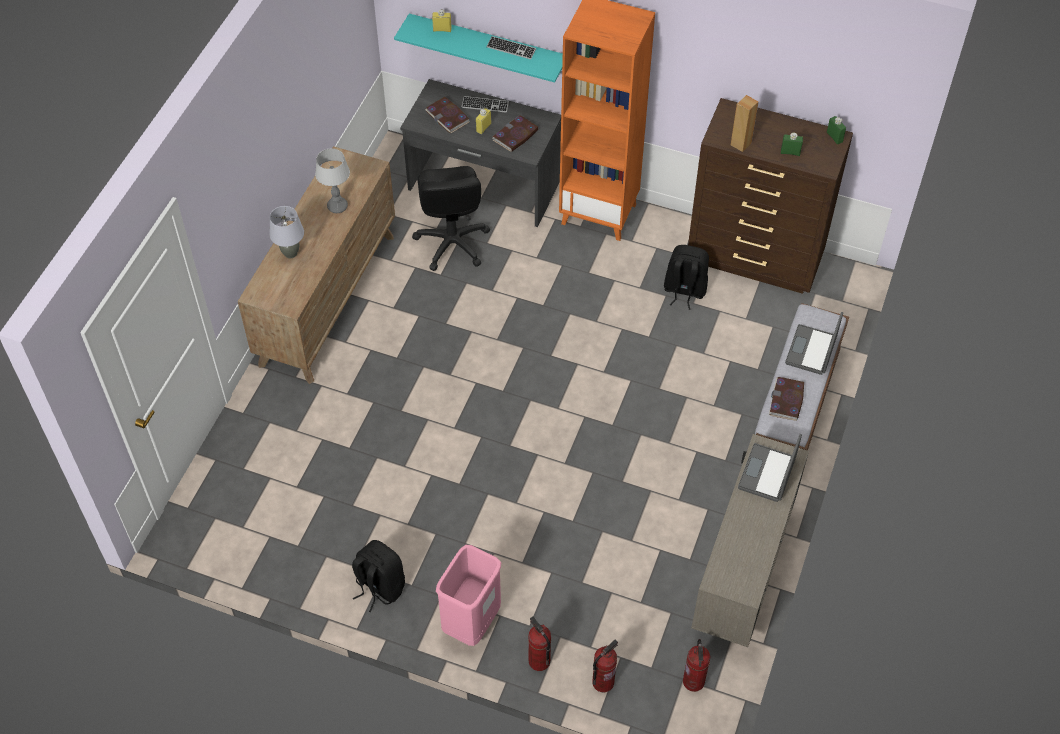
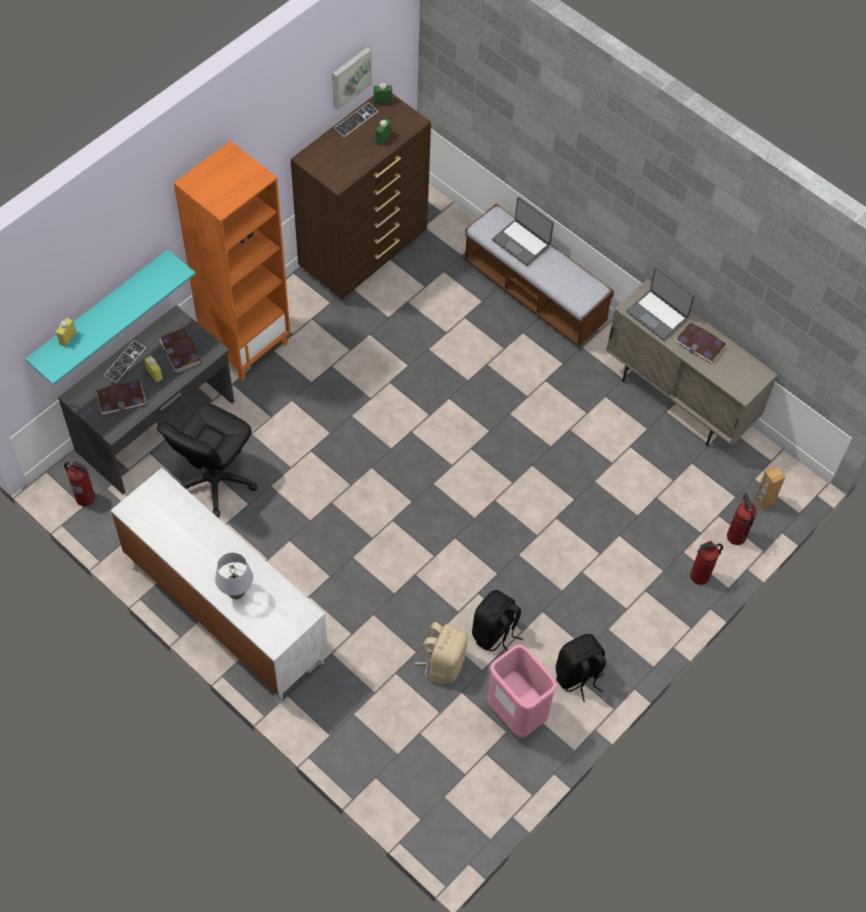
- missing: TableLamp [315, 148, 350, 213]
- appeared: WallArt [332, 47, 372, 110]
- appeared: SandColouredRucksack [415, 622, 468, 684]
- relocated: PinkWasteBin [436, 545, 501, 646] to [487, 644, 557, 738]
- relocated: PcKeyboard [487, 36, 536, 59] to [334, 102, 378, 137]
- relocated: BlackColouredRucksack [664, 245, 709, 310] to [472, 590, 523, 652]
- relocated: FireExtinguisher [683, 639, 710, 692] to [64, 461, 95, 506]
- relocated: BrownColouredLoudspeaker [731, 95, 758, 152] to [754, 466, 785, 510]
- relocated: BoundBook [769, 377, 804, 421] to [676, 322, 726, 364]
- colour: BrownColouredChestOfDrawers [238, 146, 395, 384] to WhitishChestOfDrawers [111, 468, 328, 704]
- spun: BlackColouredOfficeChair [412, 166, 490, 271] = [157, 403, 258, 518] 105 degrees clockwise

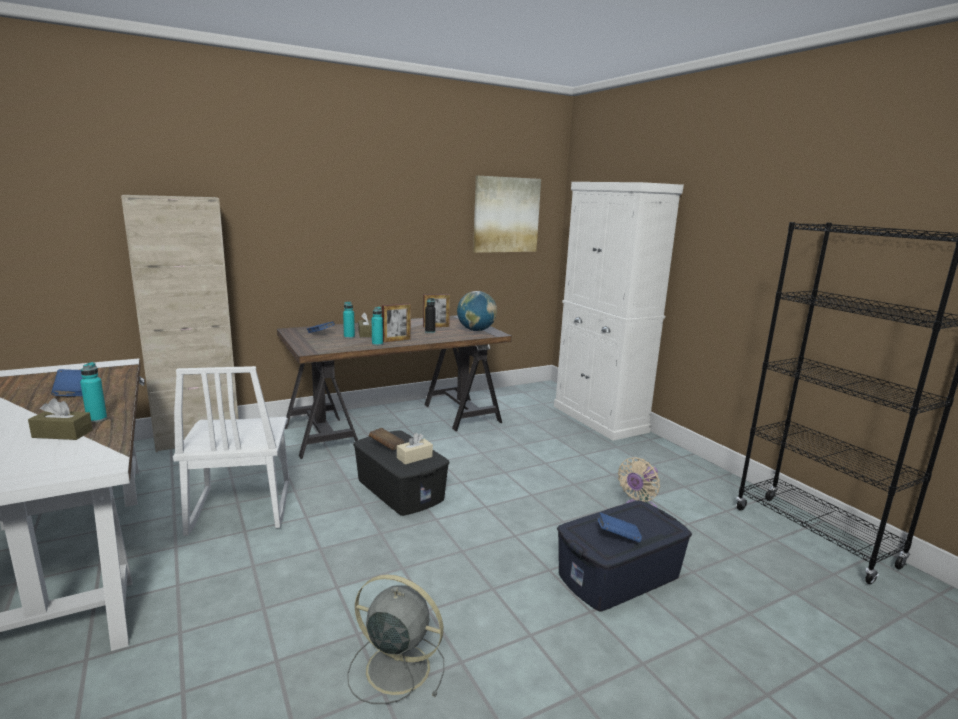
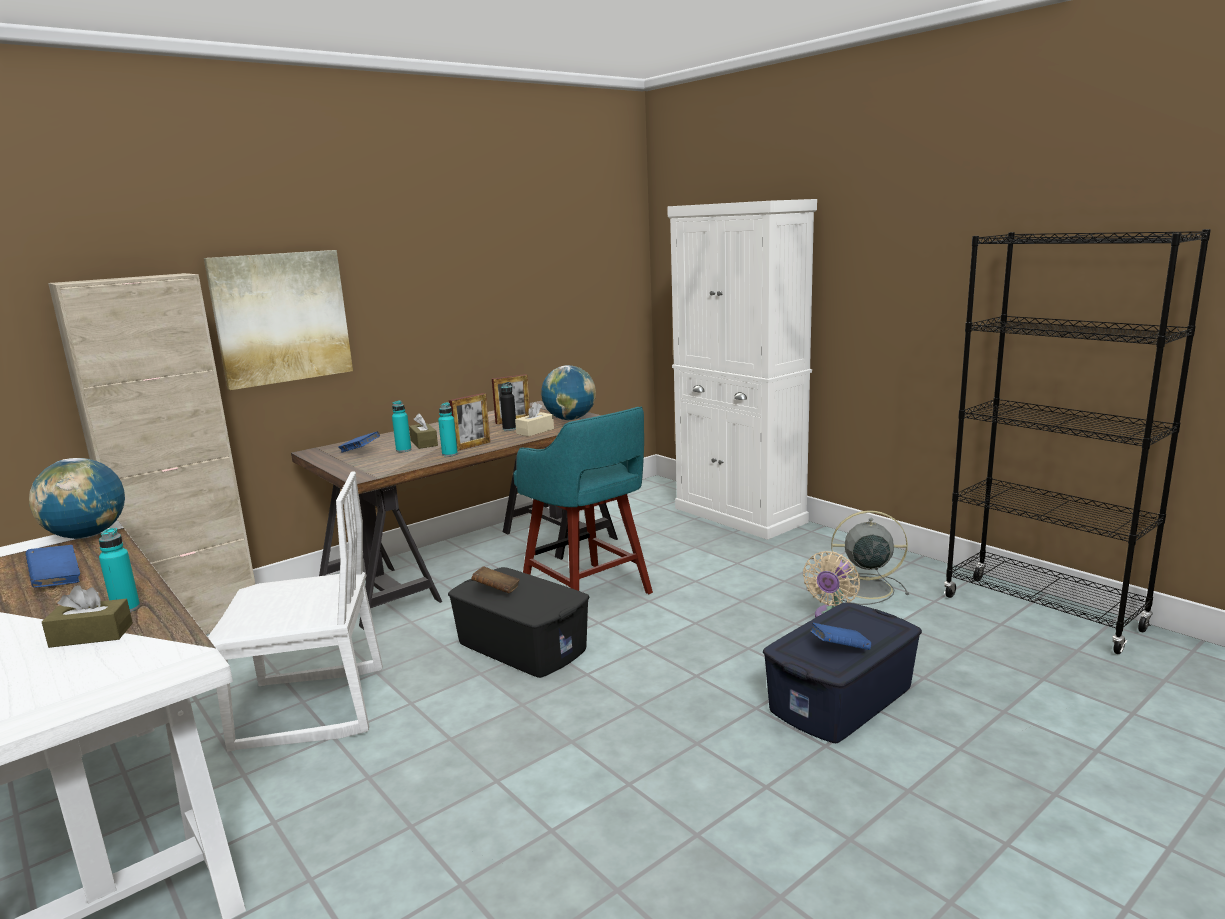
- appeared: DeskGlobe [29, 458, 125, 539]
- appeared: BlueGreenStool [513, 407, 653, 594]
- relocated: GreyishElectricFan [347, 574, 444, 704] to [831, 511, 909, 605]
- relocated: SandColouredTissueHolder [397, 433, 433, 465] to [515, 402, 554, 437]
- relocated: WallArt [473, 176, 541, 253] to [204, 250, 353, 390]
- spun: WhitishPlainChair [173, 366, 290, 536] = [208, 471, 383, 752] 75 degrees counterclockwise

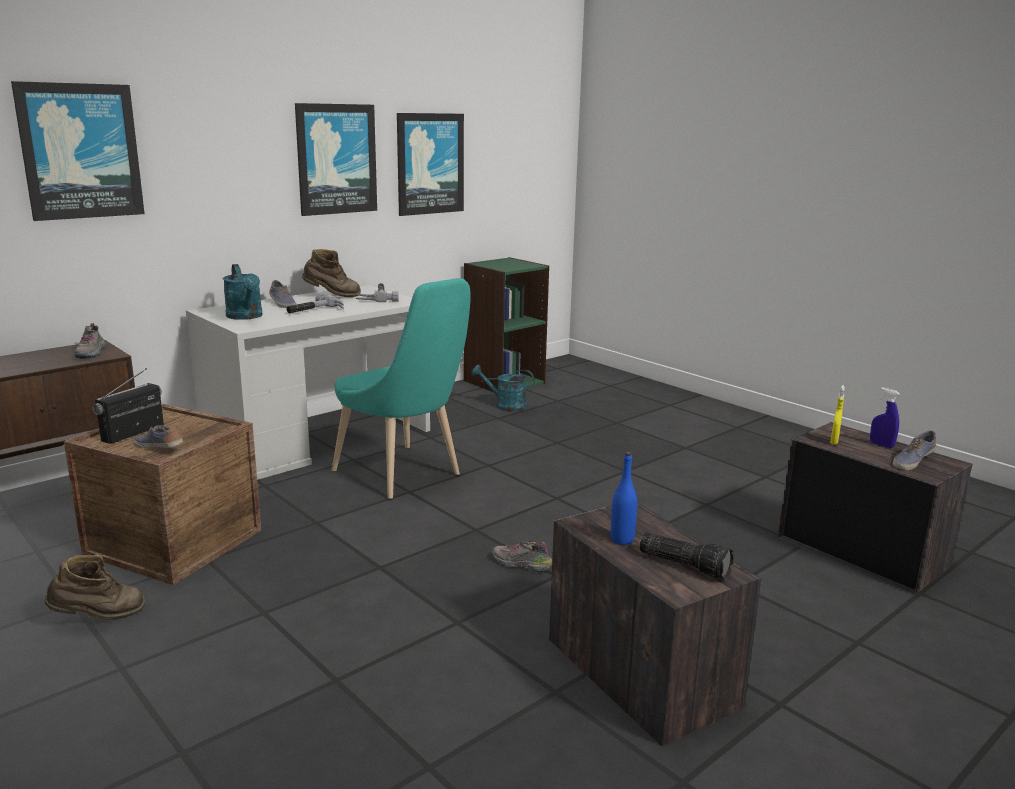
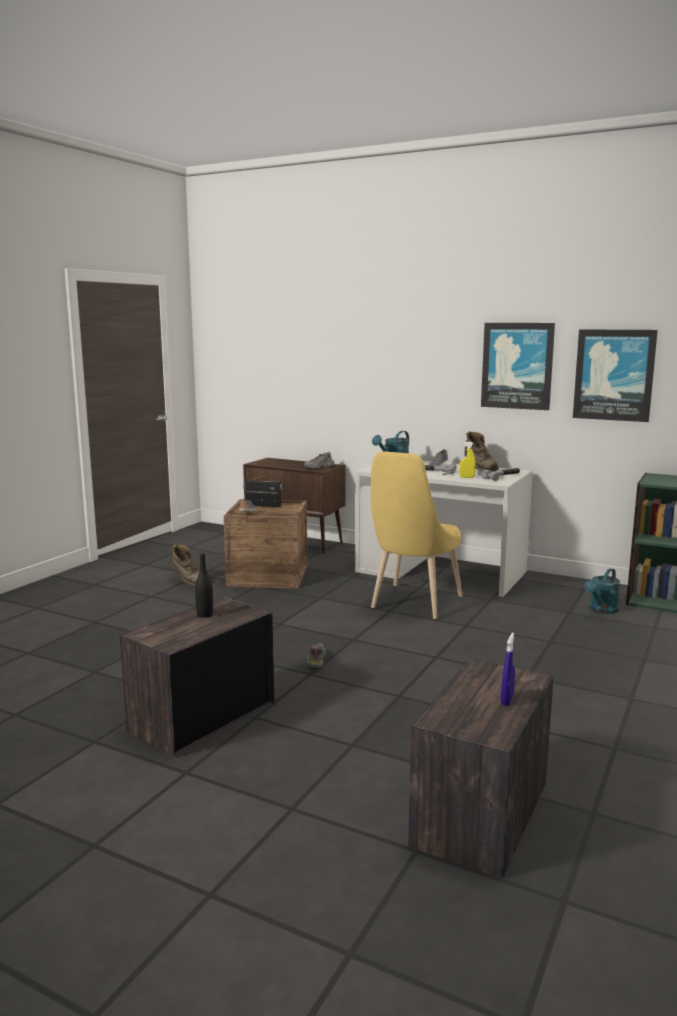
- missing: WallArt [11, 81, 145, 221]
- missing: Flashlight [640, 533, 734, 579]
- missing: LowShoe [893, 430, 936, 470]
- relocated: YellowColouredHandSprayer [830, 385, 845, 445] to [459, 441, 476, 478]
- colour: BlueGreenPlainChair [332, 278, 471, 499] to YellowColouredPlainChair [371, 452, 463, 619]
- colour: BlueDrinkBottle [611, 452, 637, 545] to BlackColouredDrinkBottle [195, 552, 213, 618]
- spun: BlueGreenWateringCan [471, 365, 535, 412] = [584, 568, 620, 614] 135 degrees counterclockwise

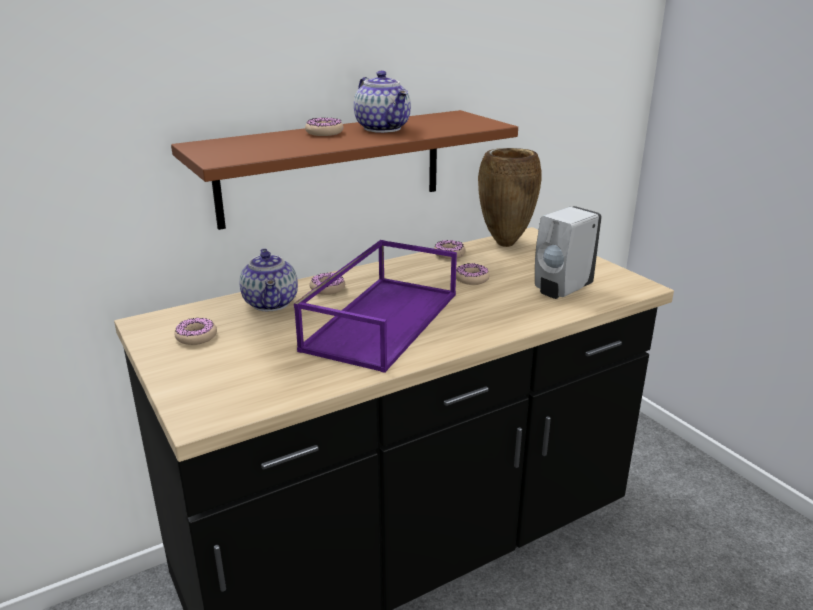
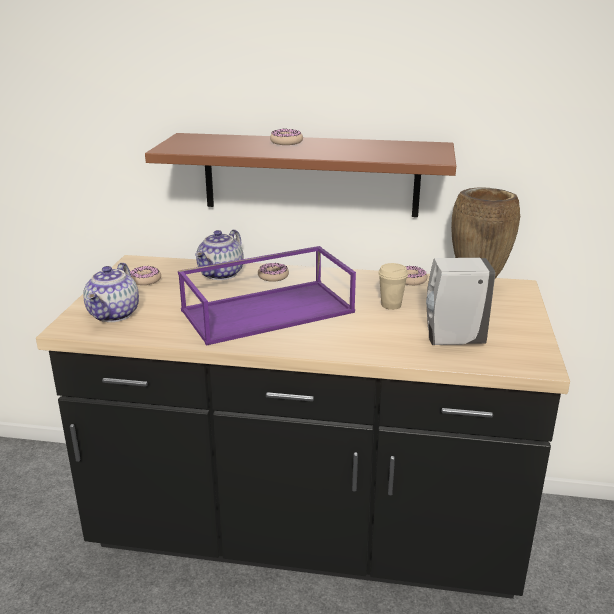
- relocated: Teapot [354, 71, 411, 133] to [83, 262, 139, 322]
- exchanged: Doughnut [456, 263, 490, 285] to SandColouredSmallCup [378, 263, 408, 310]

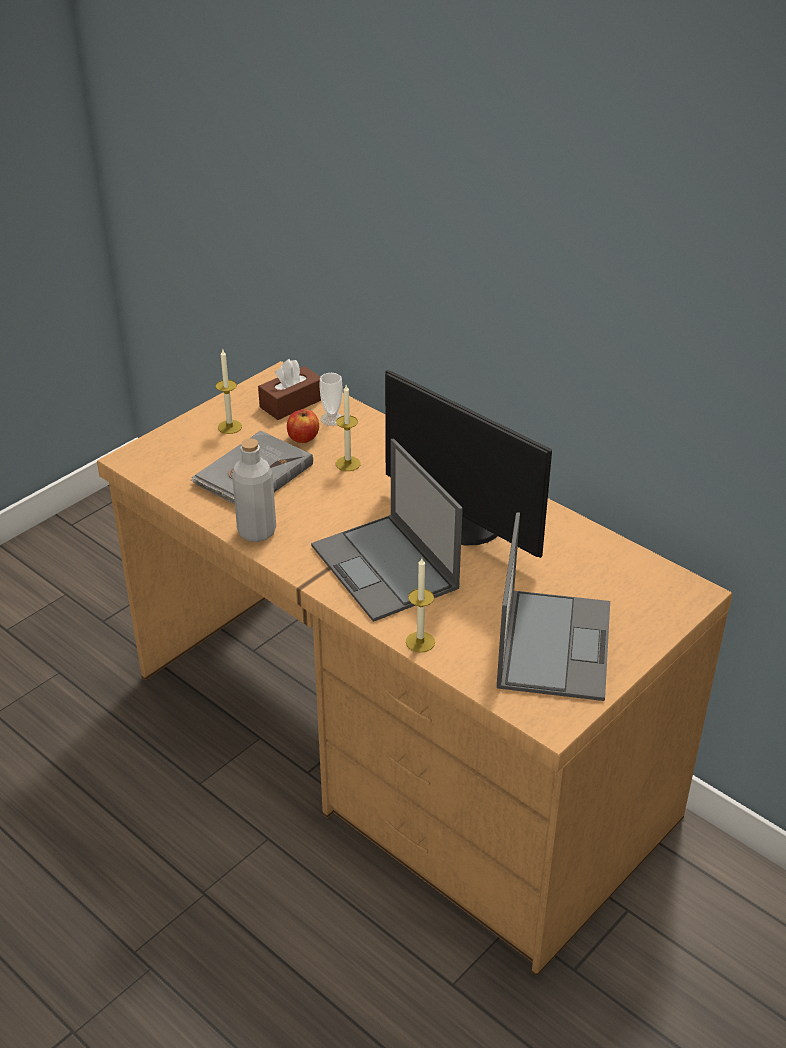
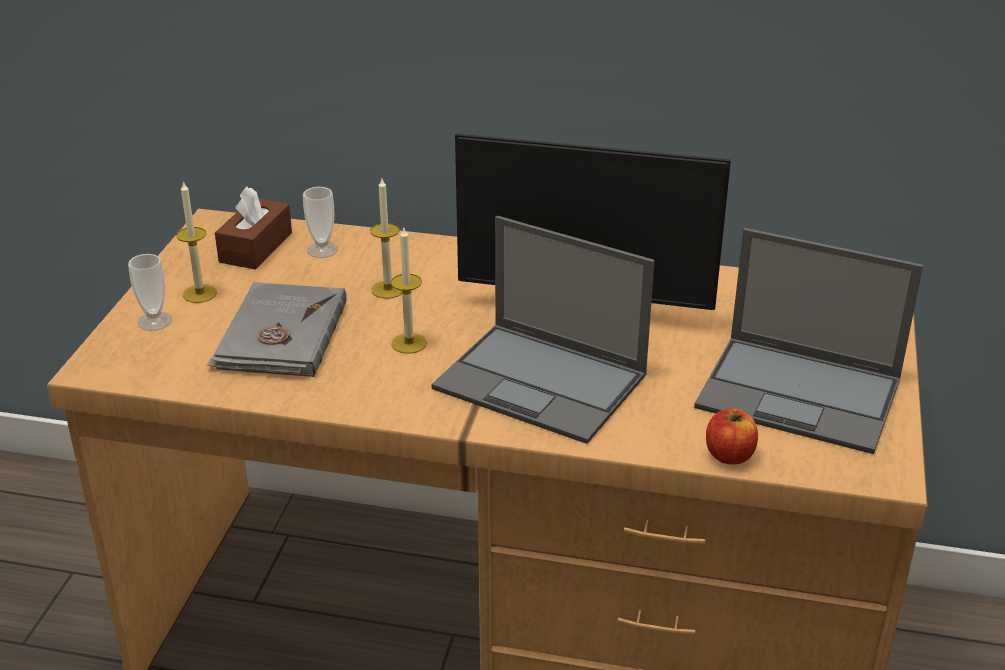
- missing: GreyishDrinkBottle [232, 438, 276, 542]
- appeared: SmallCup [128, 254, 172, 331]
- relocated: WholeApple [287, 409, 319, 443] to [706, 408, 758, 465]
- relocated: WaxLight [406, 558, 435, 653] to [391, 226, 427, 354]
- spun: PortableComputer [497, 512, 610, 701] = [694, 228, 923, 454] 135 degrees clockwise

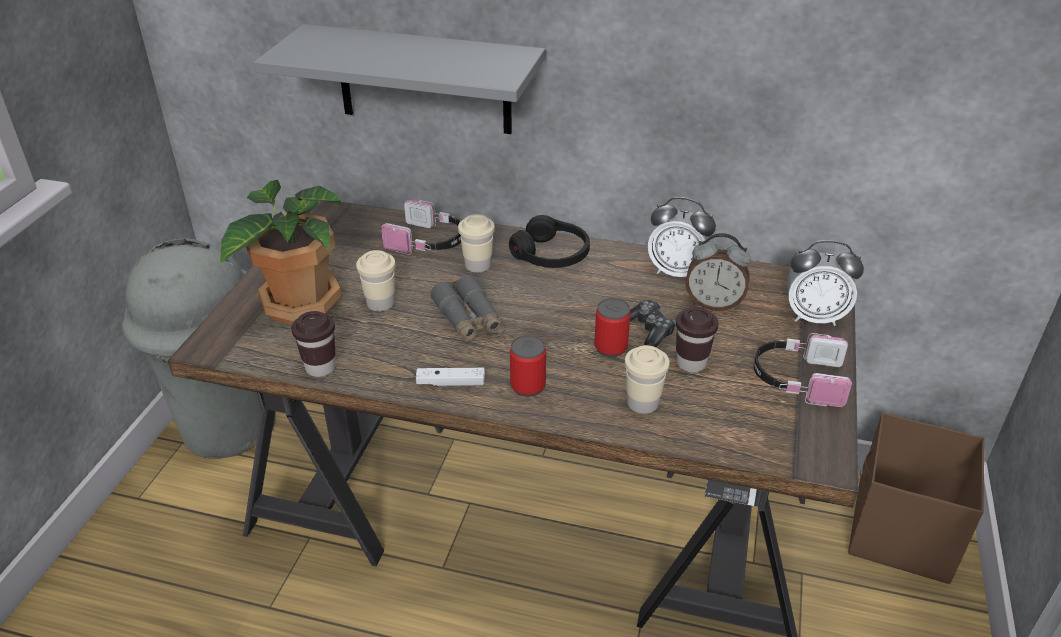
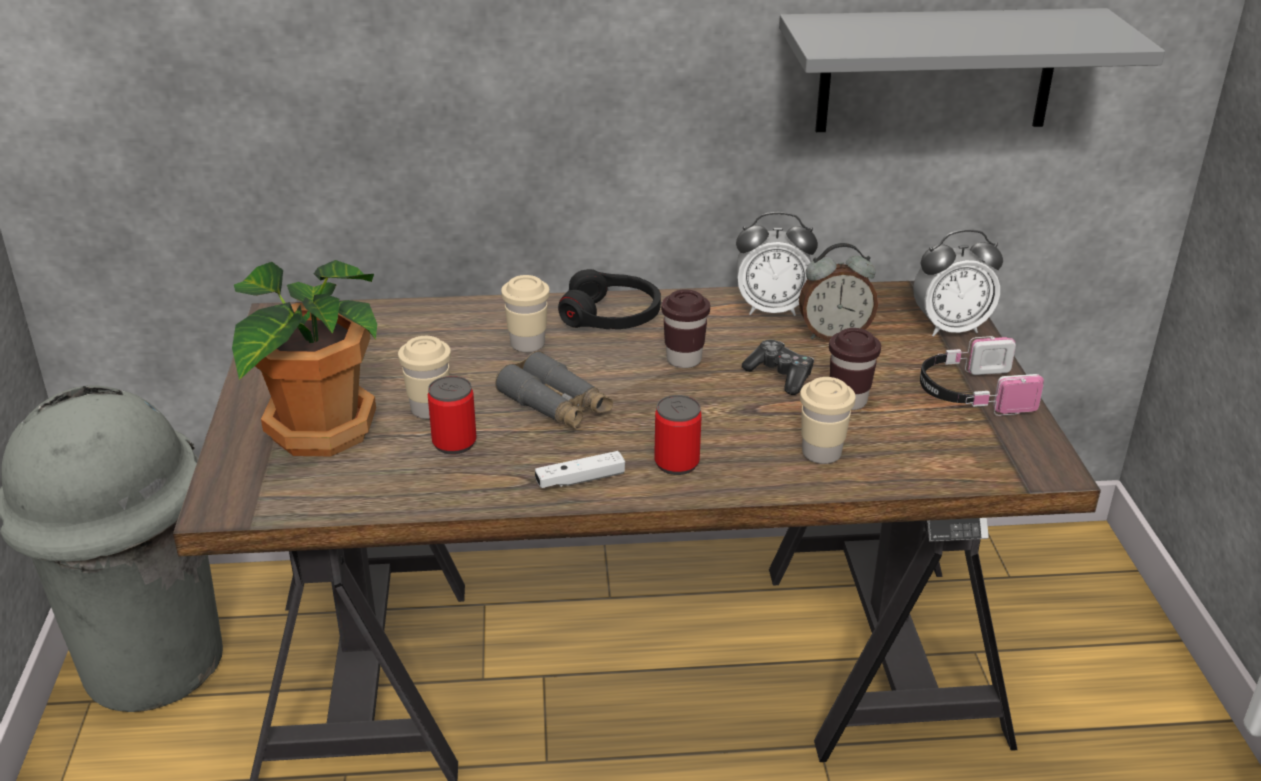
- missing: PairOfHeadphones [381, 200, 461, 255]
- missing: BrownColouredStorageBin [848, 412, 985, 584]
- relocated: GreyishShelf [254, 24, 545, 134] to [779, 8, 1165, 132]
- relocated: BrownColouredSmallCup [291, 311, 336, 377] to [661, 289, 710, 368]
- relocated: MetalCan [594, 298, 631, 357] to [428, 376, 477, 454]

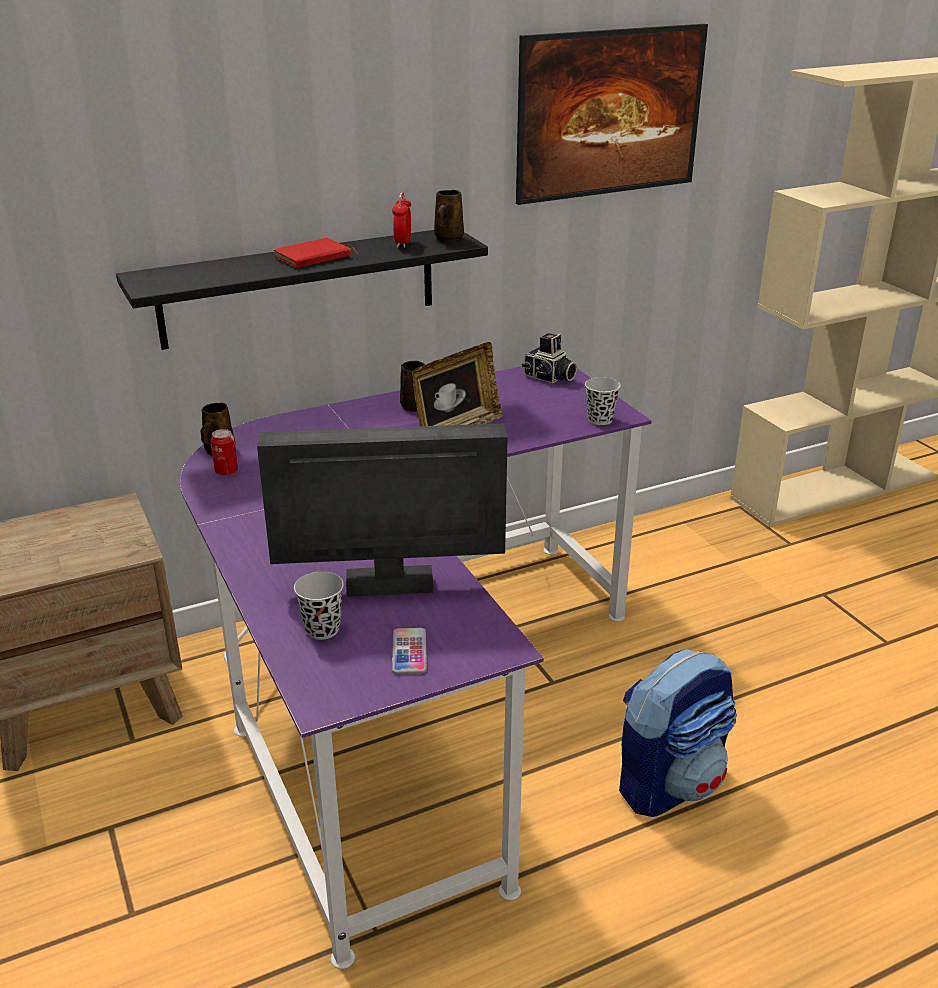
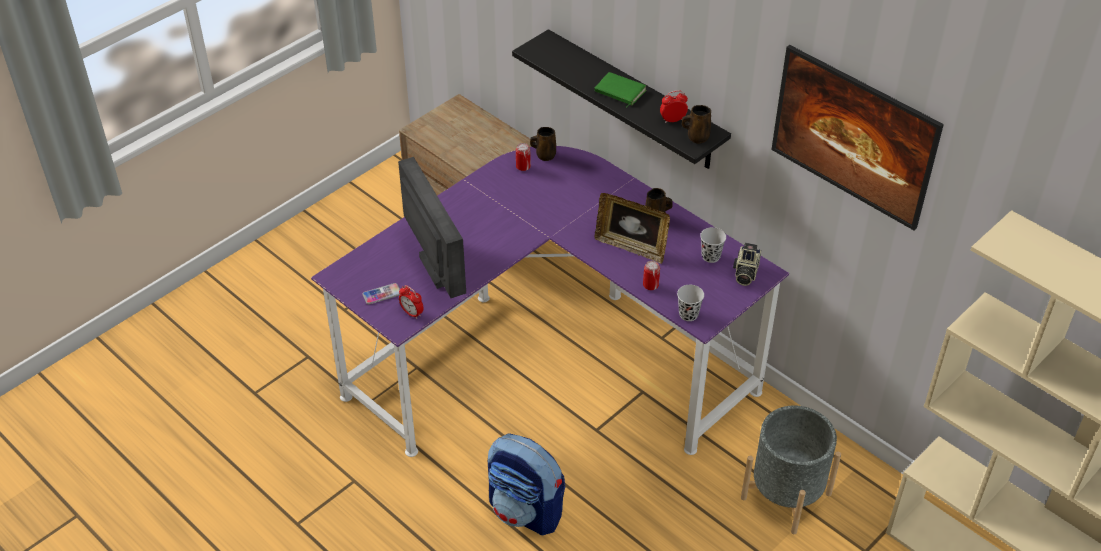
- appeared: TableClock [399, 285, 424, 319]
- appeared: MetalCan [643, 261, 660, 290]
- appeared: GreyishPlantPot [741, 405, 841, 534]
- relocated: BlackColouredSmallCup [294, 571, 344, 640] to [700, 227, 726, 263]
- colour: RedColouredBoundBook [274, 238, 358, 268] to GreenishBoundBook [595, 72, 647, 108]

